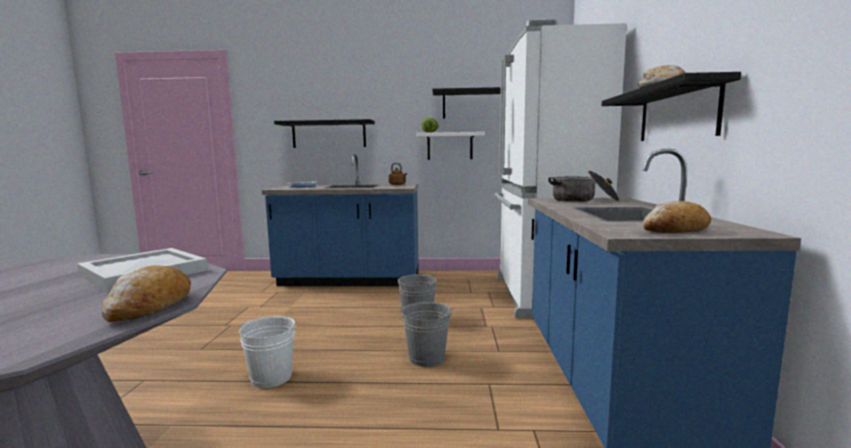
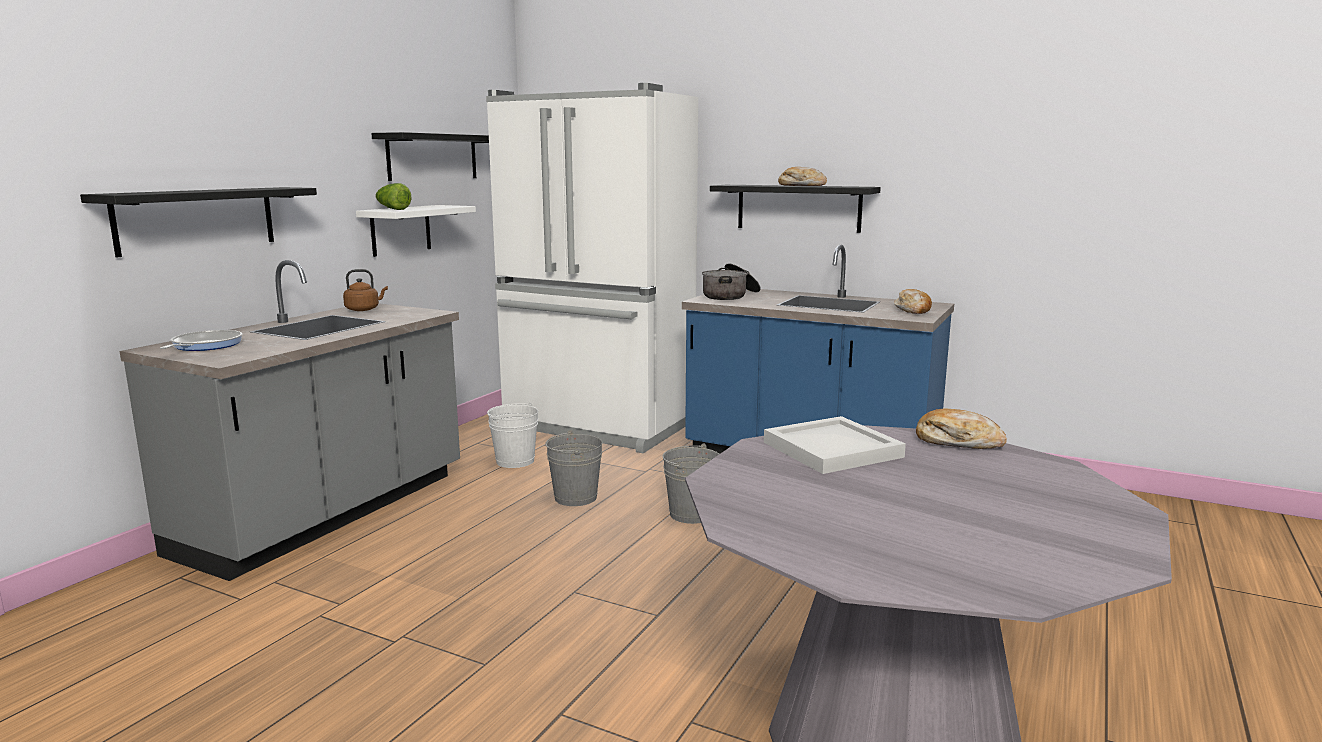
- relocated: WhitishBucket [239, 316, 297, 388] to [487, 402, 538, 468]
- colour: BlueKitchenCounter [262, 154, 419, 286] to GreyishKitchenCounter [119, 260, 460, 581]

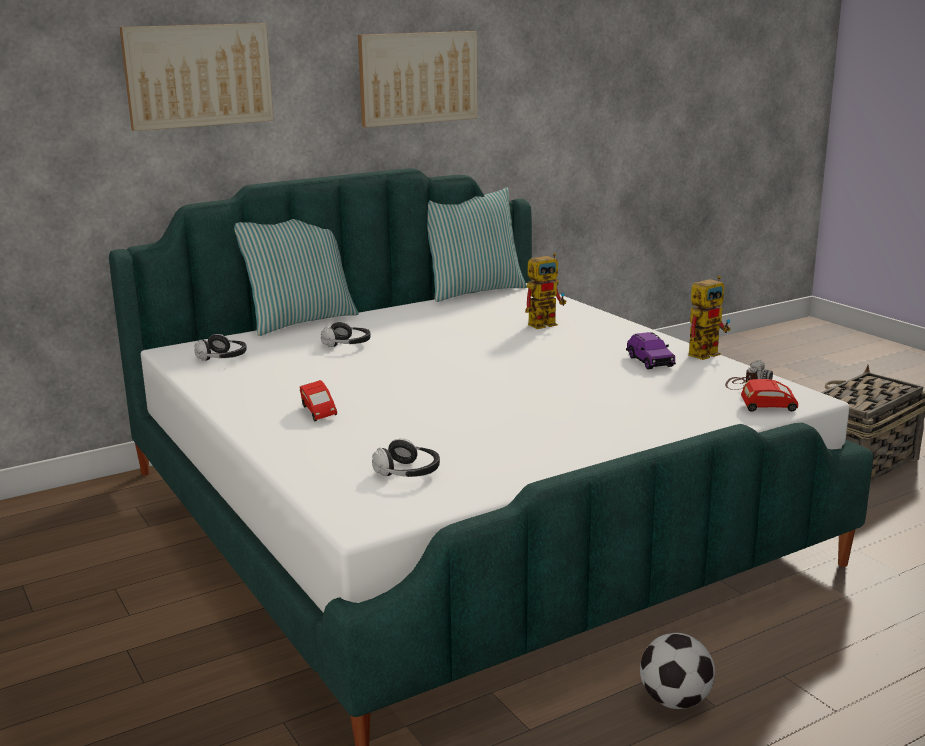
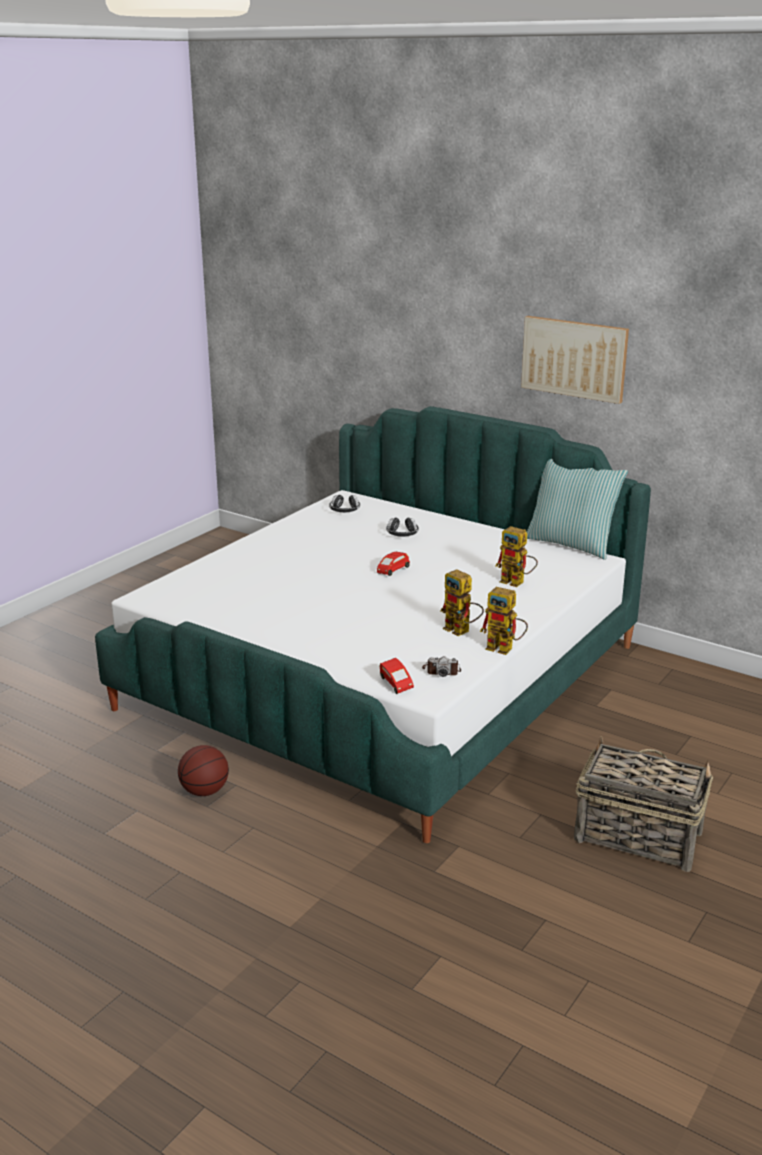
- missing: WallArt [120, 23, 274, 131]
- missing: Pillow [234, 219, 359, 336]
- missing: PairOfHeadphones [372, 438, 440, 477]
- relocated: RedColouredToyCar [300, 380, 337, 421] to [377, 552, 410, 576]
- exchanged: PurpleToyCar [626, 332, 676, 369] to ToyRobot [440, 569, 484, 636]
- exchanged: FootballBall [640, 633, 715, 709] to BallForBasketball [178, 745, 229, 796]

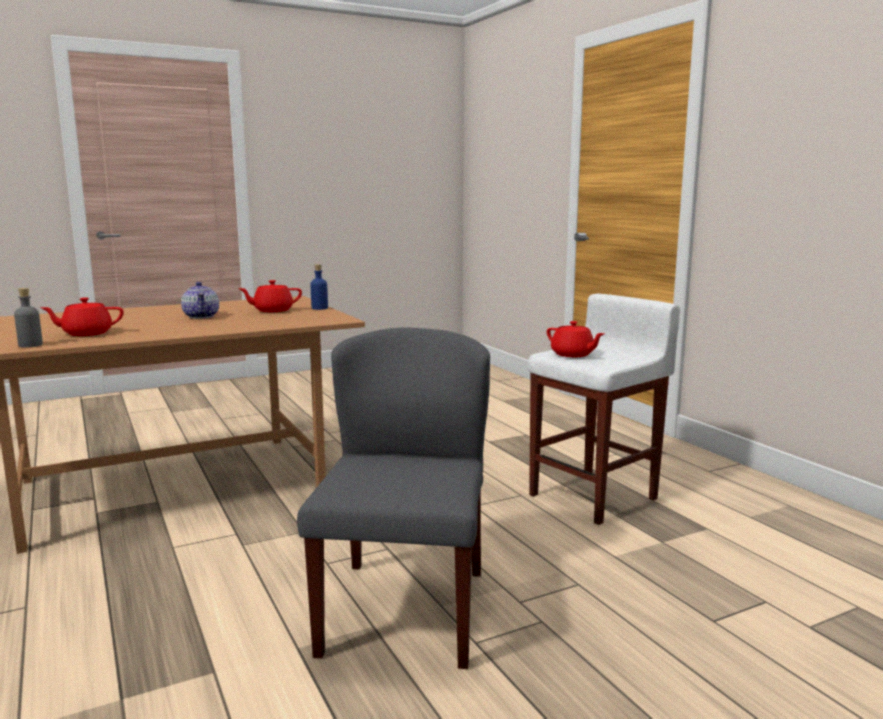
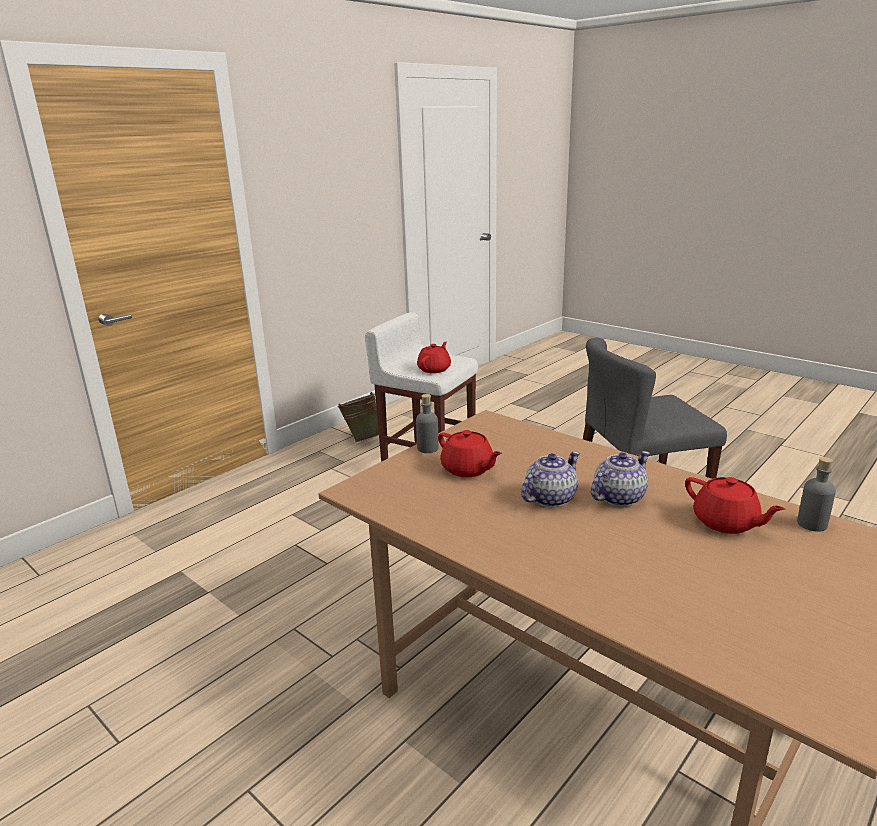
- appeared: GreenishBucket [337, 392, 379, 442]
- appeared: Teapot [591, 451, 650, 507]
- colour: BlueDrinkBottle [310, 264, 328, 310] to GreyishDrinkBottle [416, 394, 439, 453]

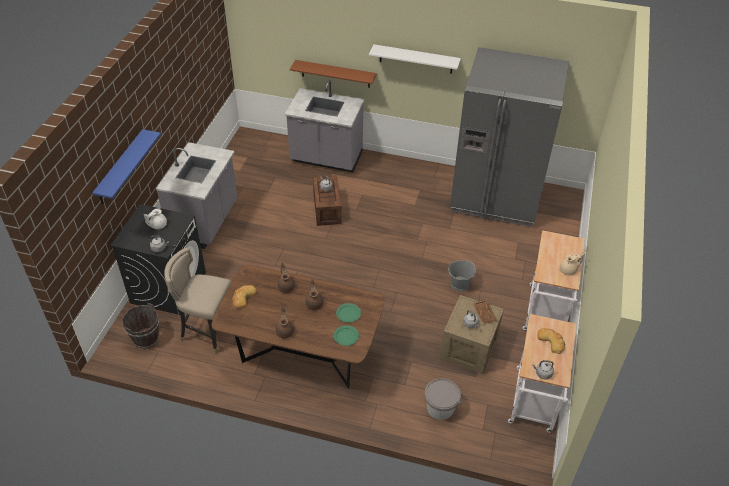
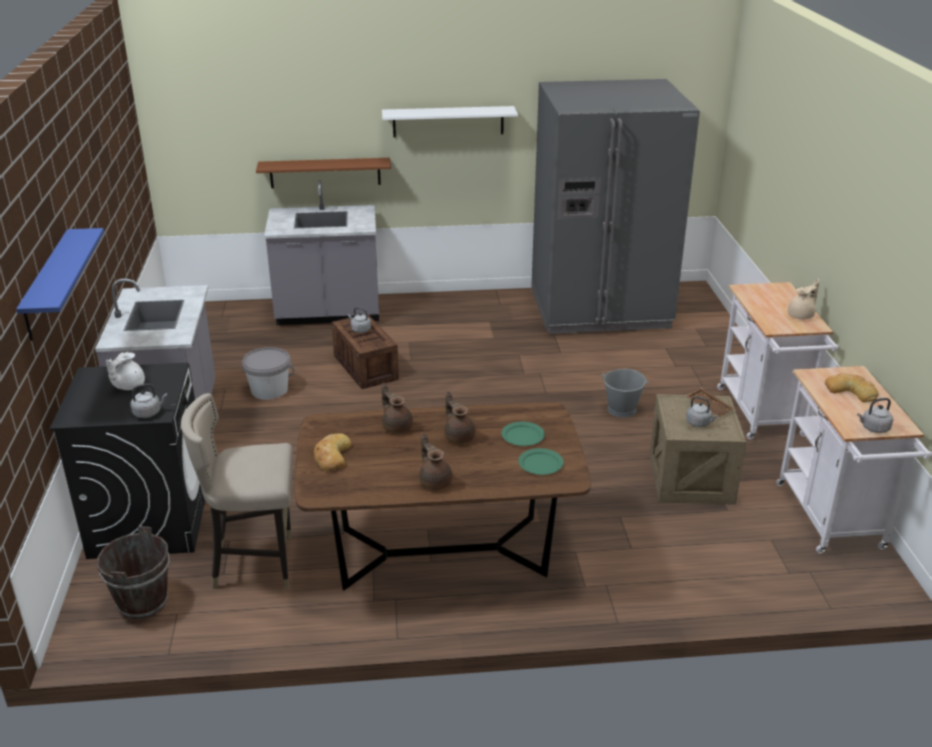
- relocated: GreyishBucket [424, 378, 462, 420] to [242, 347, 295, 400]

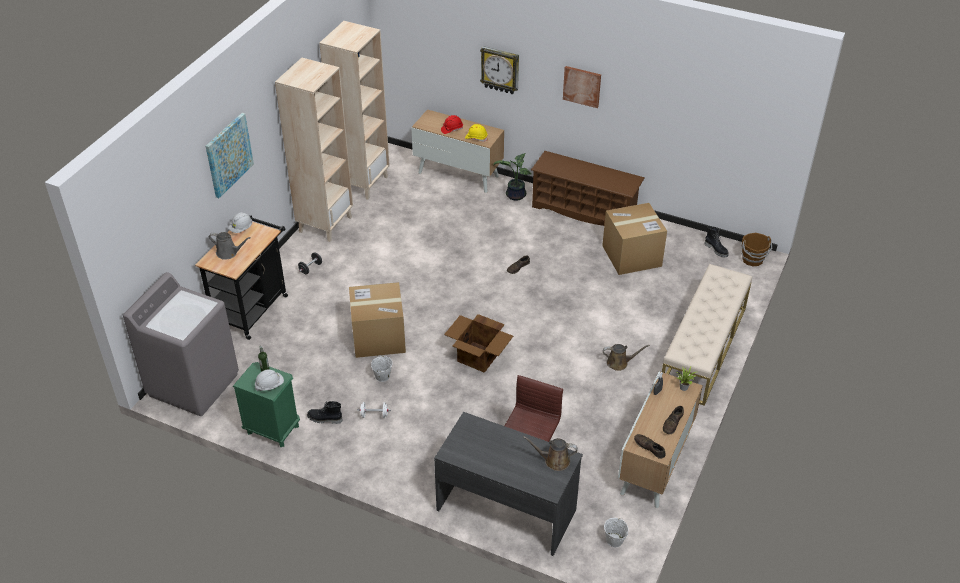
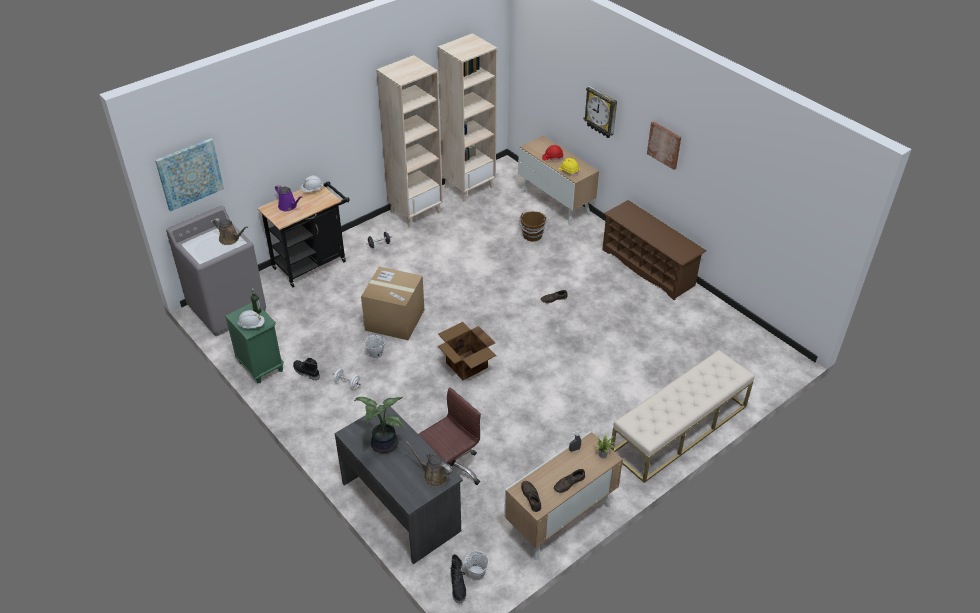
- missing: PackingBox [602, 203, 667, 275]
- relocated: WallArt [206, 113, 254, 198] to [155, 138, 224, 212]
- relocated: Houseplant [494, 153, 532, 201] to [355, 397, 404, 453]
- relocated: BrownColouredWateringCan [603, 344, 650, 371] to [213, 218, 248, 245]
- relocated: BlackColouredBoot [705, 226, 729, 257] to [451, 554, 466, 603]
- relocated: BrownColouredBucket [741, 233, 772, 267] to [519, 211, 547, 242]
- colour: GreyishWateringCan [209, 232, 251, 260] to PurpleWateringCan [275, 185, 302, 211]

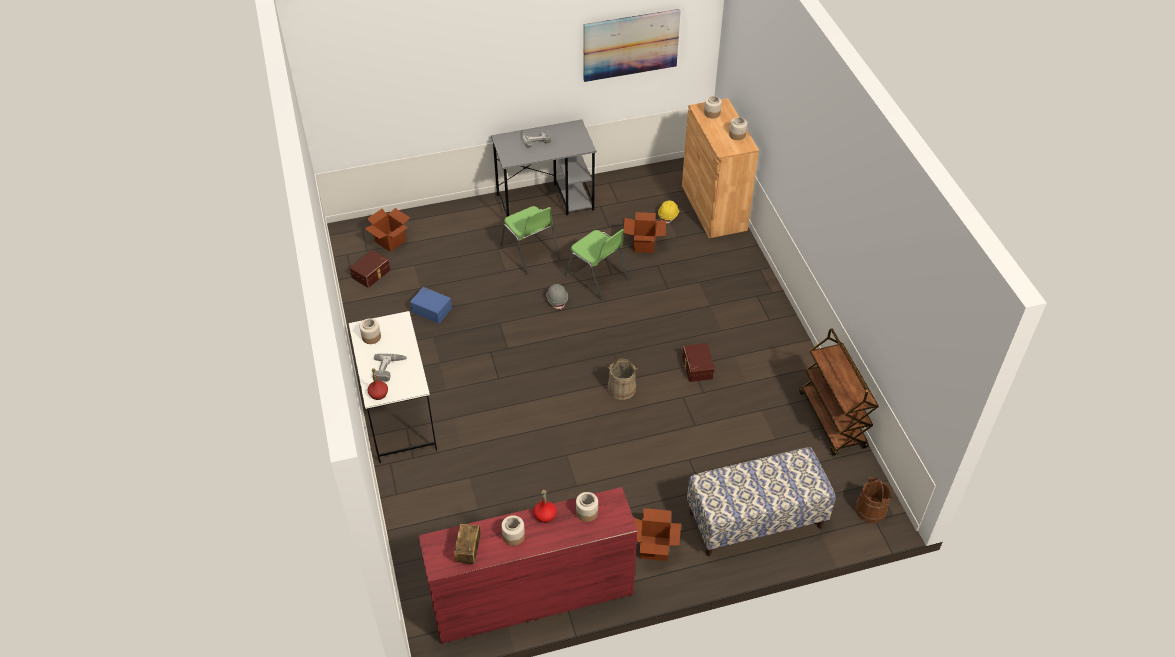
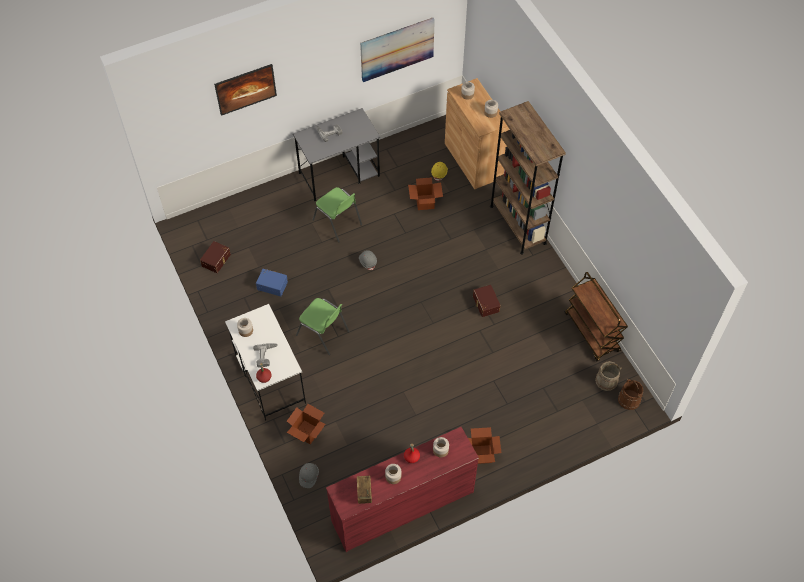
- missing: Bench [687, 447, 836, 556]
- appeared: WallArt [214, 64, 277, 116]
- appeared: GreyishHardHat [299, 463, 319, 488]
- appeared: BrownColouredBookcase [490, 101, 566, 254]
- relocated: PackingBox [364, 208, 410, 252] to [287, 404, 325, 444]
- relocated: GreenishPlainChair [564, 229, 629, 300] to [296, 298, 349, 355]
- relocated: SandColouredBucket [607, 358, 638, 400] to [595, 361, 622, 391]

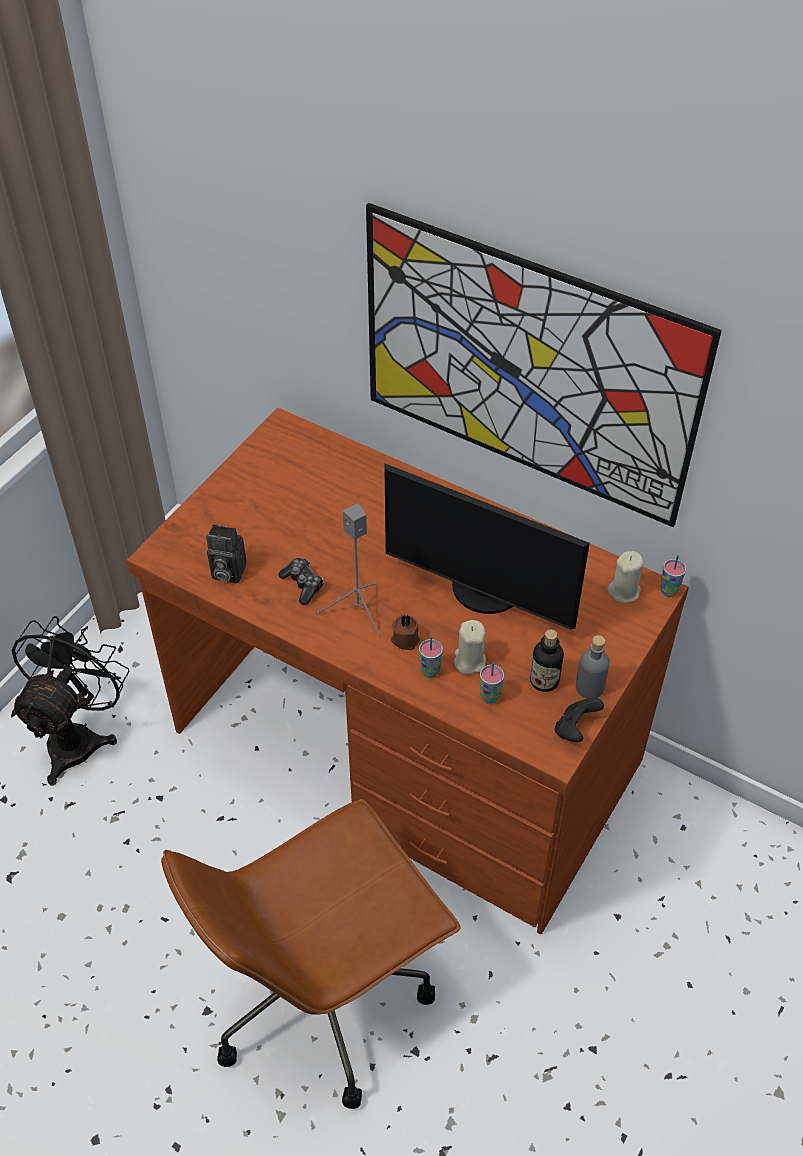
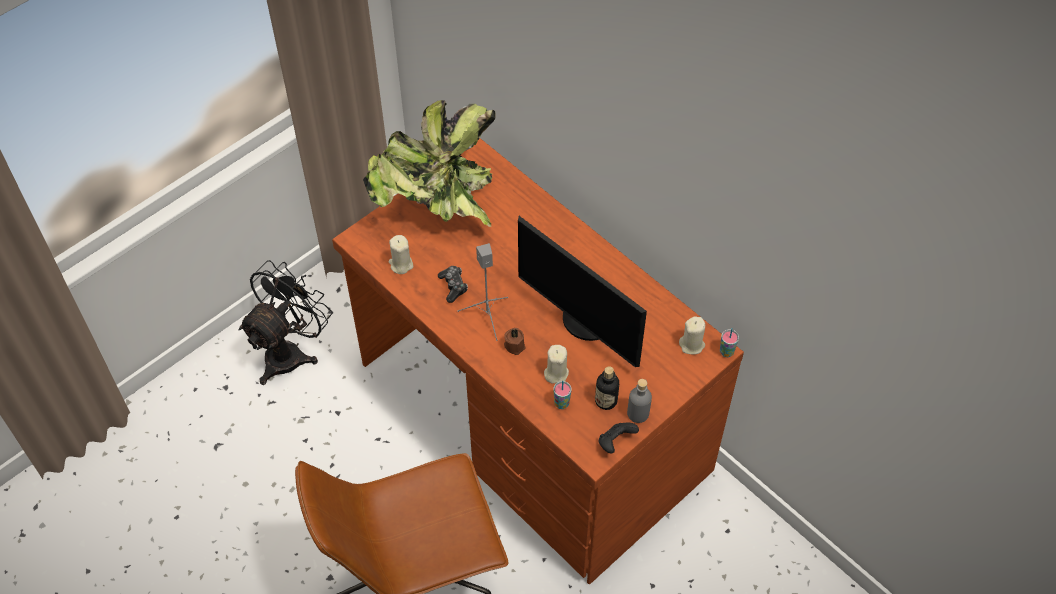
- missing: WallArt [366, 203, 722, 527]
- missing: SmallCup [419, 636, 443, 678]
- appeared: Houseplant [363, 100, 495, 227]
- exchanged: StillCamera [206, 524, 247, 583] to SandColouredWaxLight [389, 235, 413, 274]

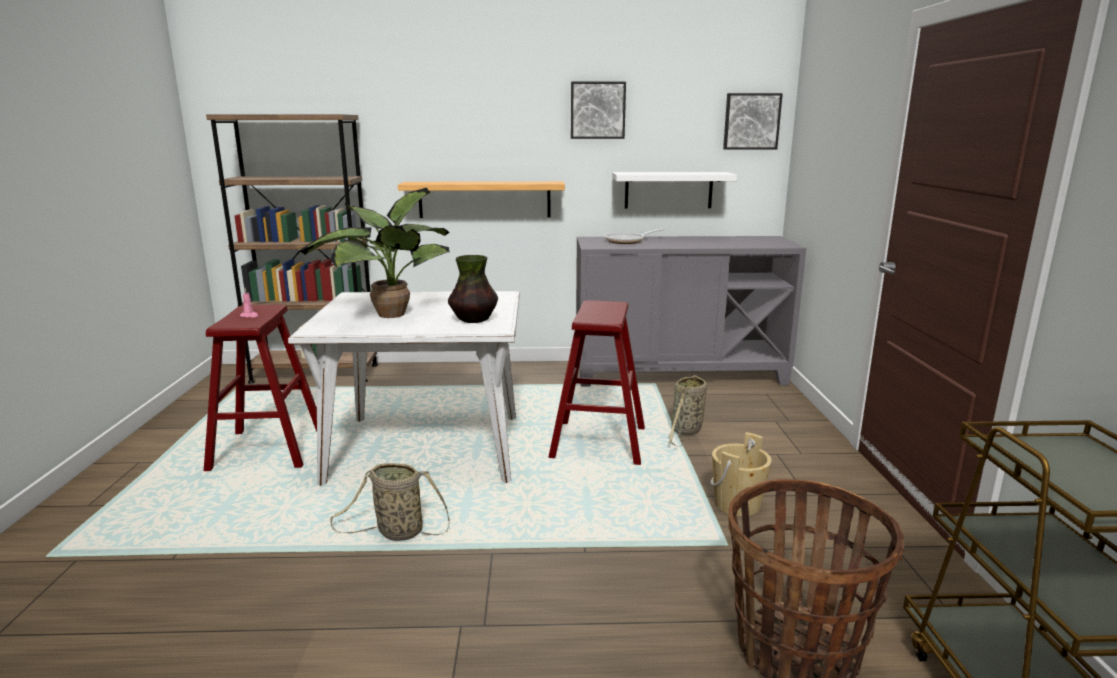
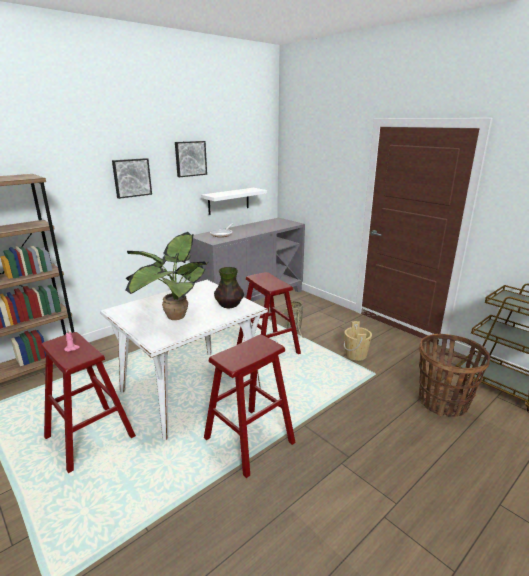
- missing: Shelf [398, 181, 565, 218]
- relocated: WallArt [723, 93, 783, 149] to [112, 158, 152, 199]
- exchanged: HouseholdBasket [330, 463, 449, 541] to RedColouredStool [204, 335, 296, 478]

